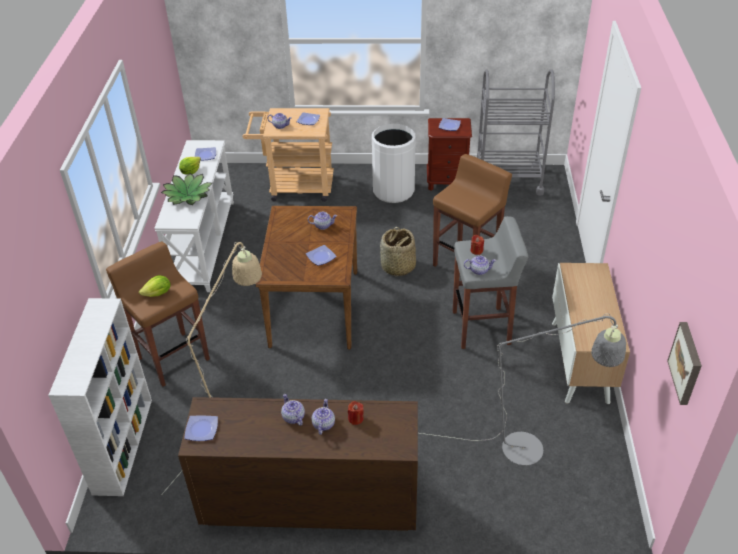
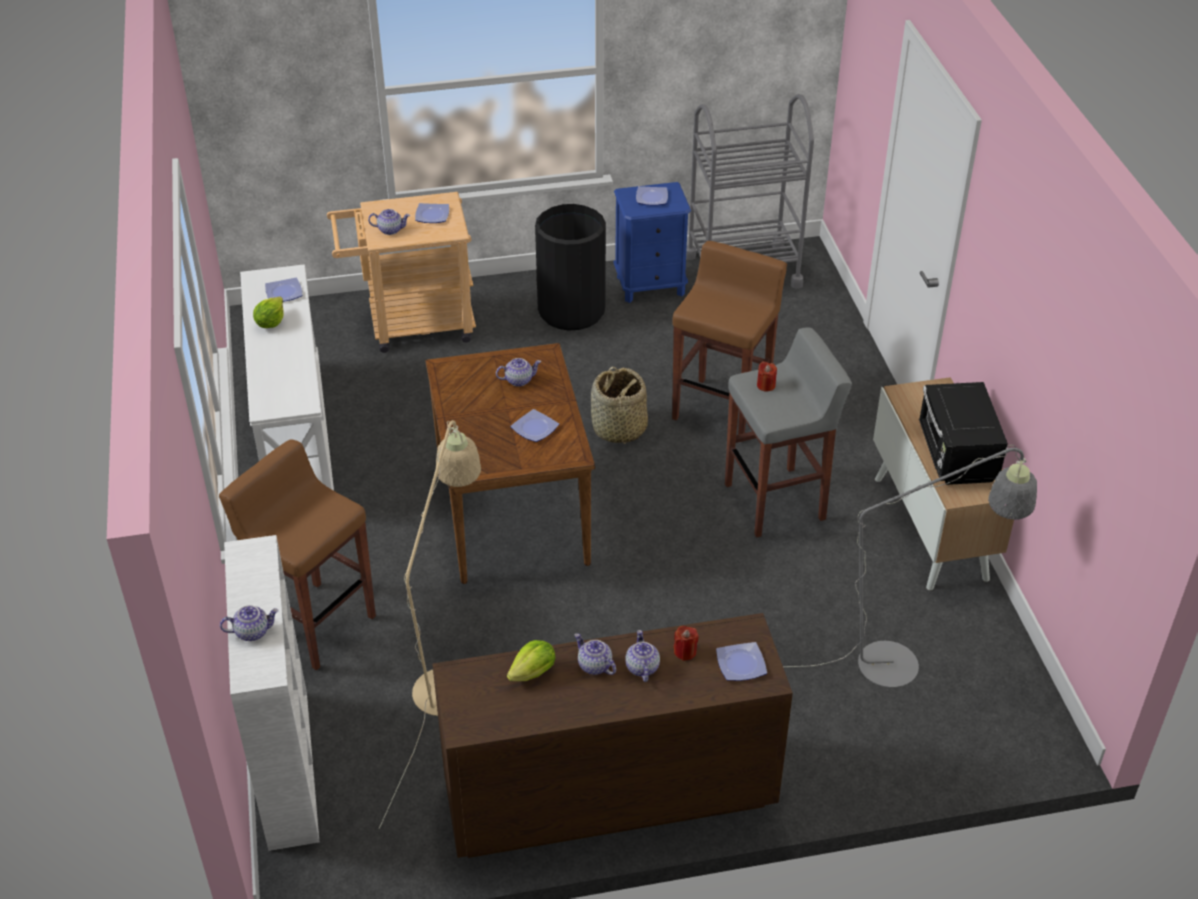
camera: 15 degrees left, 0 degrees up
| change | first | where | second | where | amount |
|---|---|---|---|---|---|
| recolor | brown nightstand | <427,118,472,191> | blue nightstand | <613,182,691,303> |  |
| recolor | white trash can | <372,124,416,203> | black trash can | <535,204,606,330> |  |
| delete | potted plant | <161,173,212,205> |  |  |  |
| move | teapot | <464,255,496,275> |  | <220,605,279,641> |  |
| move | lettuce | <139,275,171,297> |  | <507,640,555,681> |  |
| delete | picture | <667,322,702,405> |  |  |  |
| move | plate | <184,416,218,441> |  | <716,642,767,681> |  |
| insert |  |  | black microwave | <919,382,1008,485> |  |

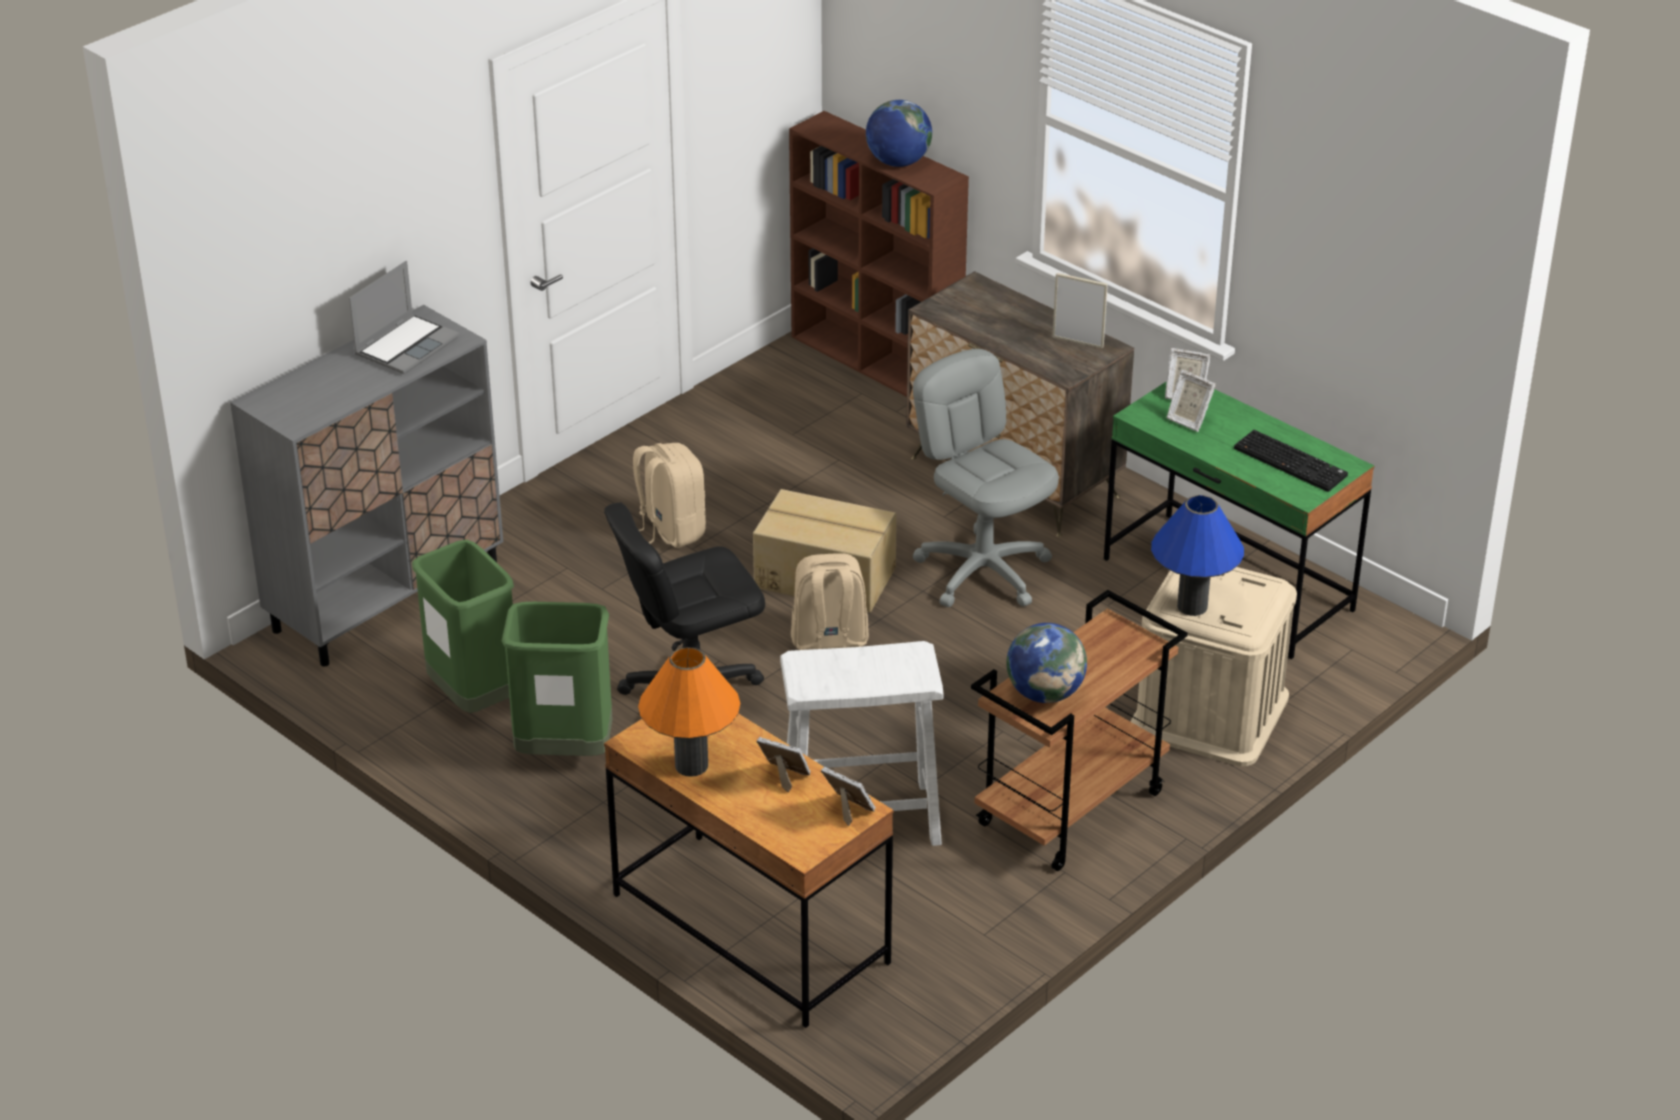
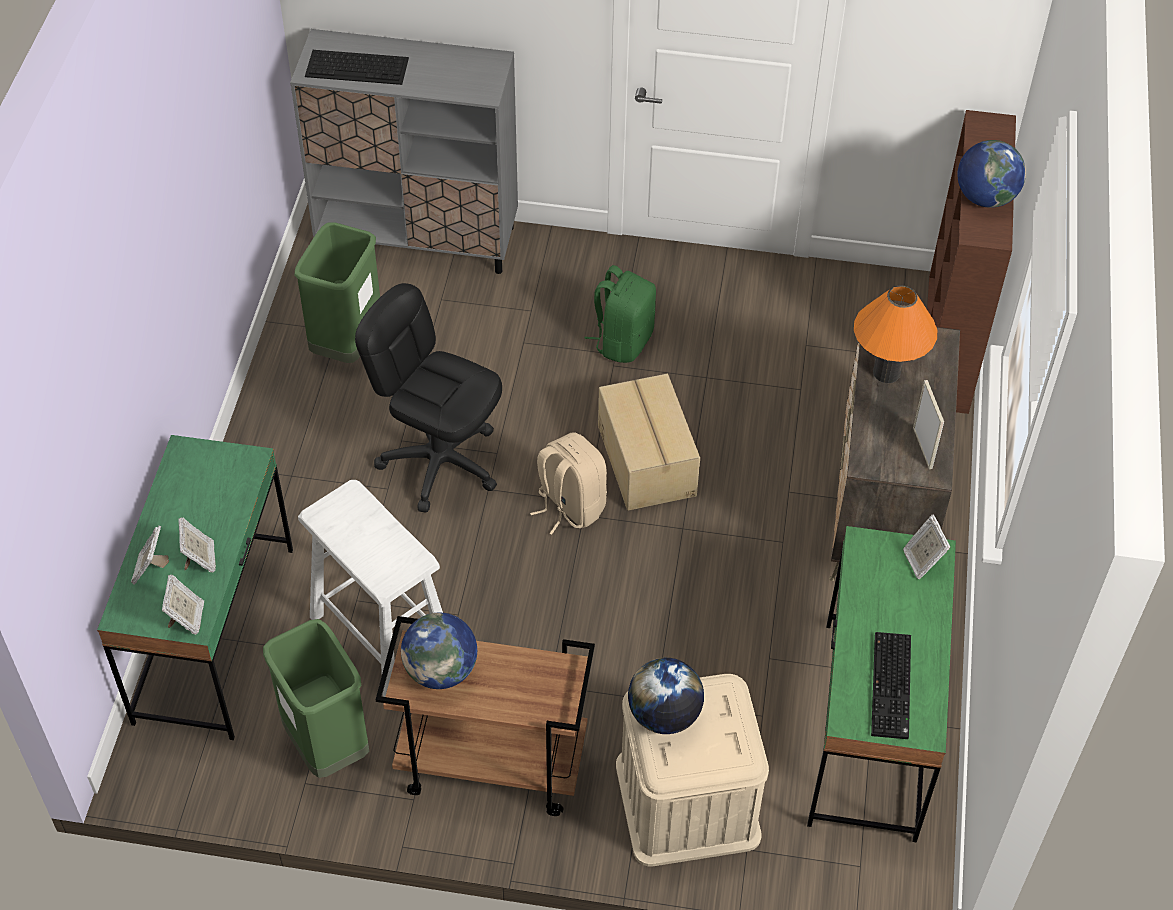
camera: 55 degrees right, 15 degrees up
| change | first | where | second | where | amount |
|---|---|---|---|---|---|
| delete | laptop | <349,261,459,374> |  |  |  |
| delete | grey office chair | <913,349,1059,607> |  |  |  |
| move | picture frame | <1166,370,1216,432> |  | <131,526,169,584> |  |
| recolor | beige backpack | <633,443,706,548> | green backpack | <584,265,656,363> |  |
| replace | blue table lamp | <1151,495,1244,616> | globe | <628,658,704,734> |  |
| move | green trash can | <502,602,613,756> |  | <263,619,369,778> |  |
| move | orange table lamp | <638,647,740,777> |  | <854,285,937,383> |  |
| recolor | brown desk | <604,713,893,1028> | green desk | <97,435,293,740> |  |
| insert |  |  | keyboard | <305,50,409,85> |  |

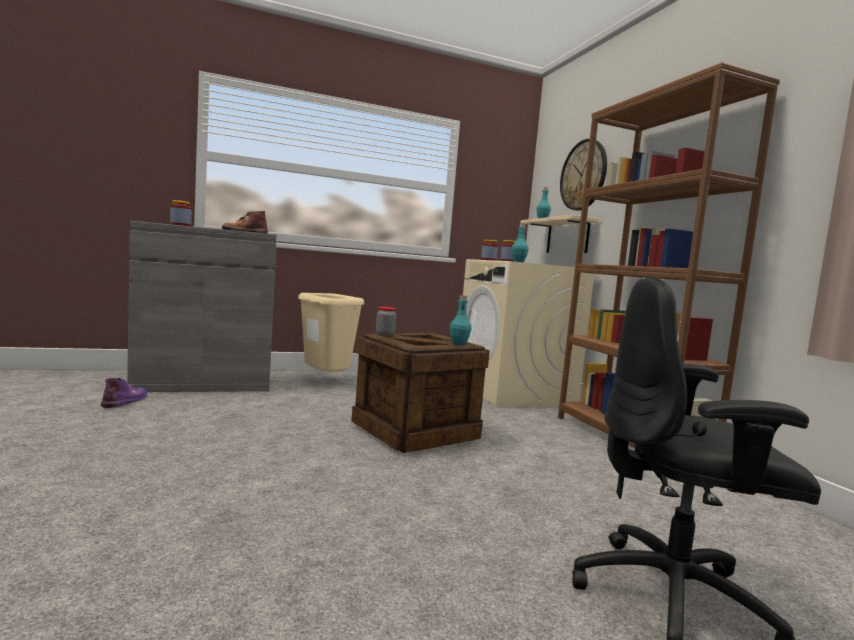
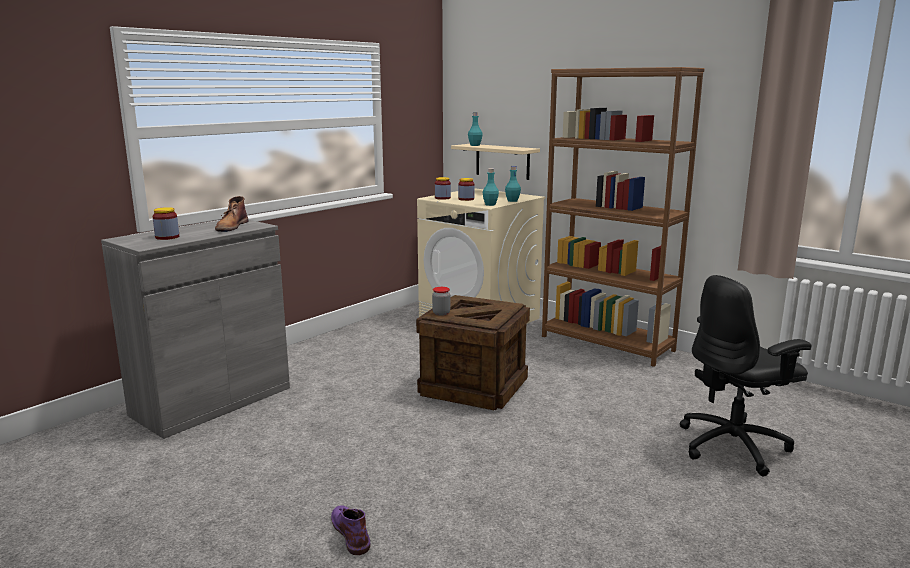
camera: 30 degrees left, 10 degrees up
| change | first | where | second | where | amount |
|---|---|---|---|---|---|
| delete | wall clock | <560,139,607,211> |  |  |  |
| delete | beige trash can | <298,293,364,372> |  |  |  |
| move | turquoise bottle | <450,295,472,345> |  | <505,166,521,202> |  |
| move | purple boot | <101,378,147,408> |  | <331,505,371,555> |  |

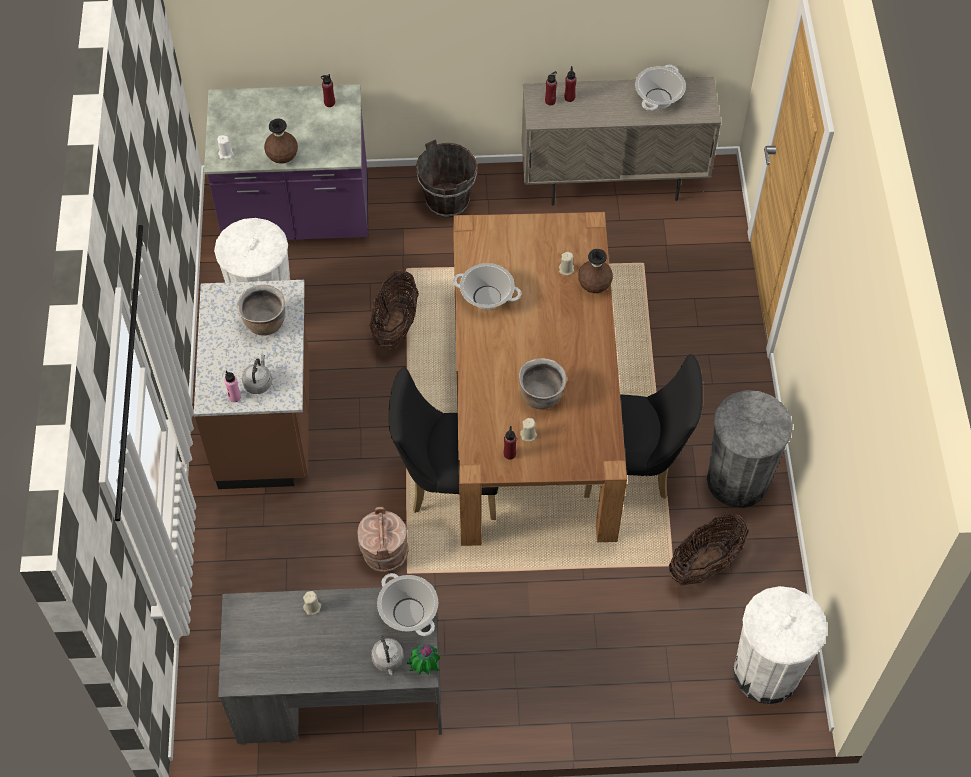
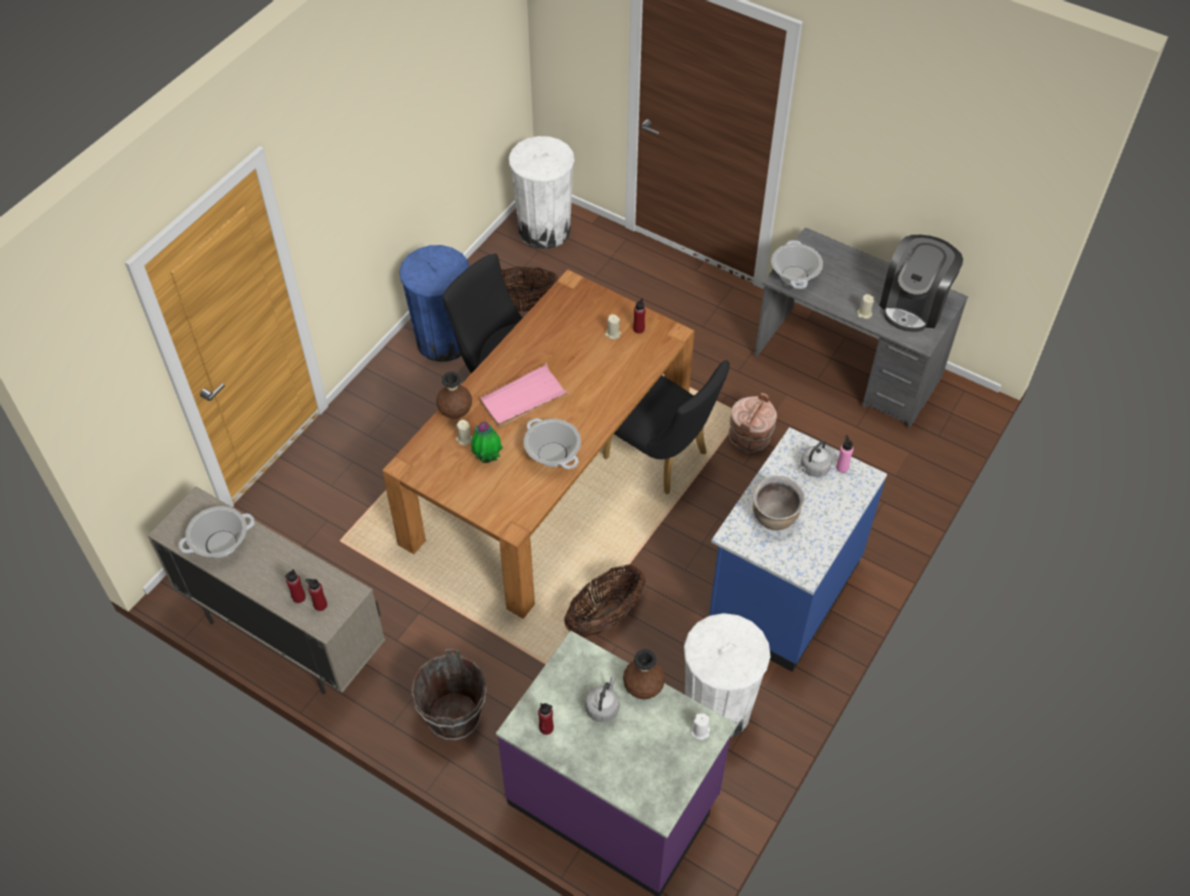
camera: 145 degrees left, 5 degrees down
| change | first | where | second | where | amount |
|---|---|---|---|---|---|
| recolor | brown counter | <194,280,309,489> | blue counter | <709,427,887,672> |  |
| delete | brown cooking pot | <519,358,567,409> |  |  |  |
| recolor | grey trash can | <707,390,793,508> | blue trash can | <399,245,469,362> |  |
| move | grey kettle | <371,636,404,676> |  | <585,677,619,722> |  |
| move | potted plant | <407,644,440,676> |  | <471,422,503,463> |  |
| insert |  |  | coffee machine | <879,235,963,332> |  |
| insert |  |  | pink tray | <480,363,569,427> |  |

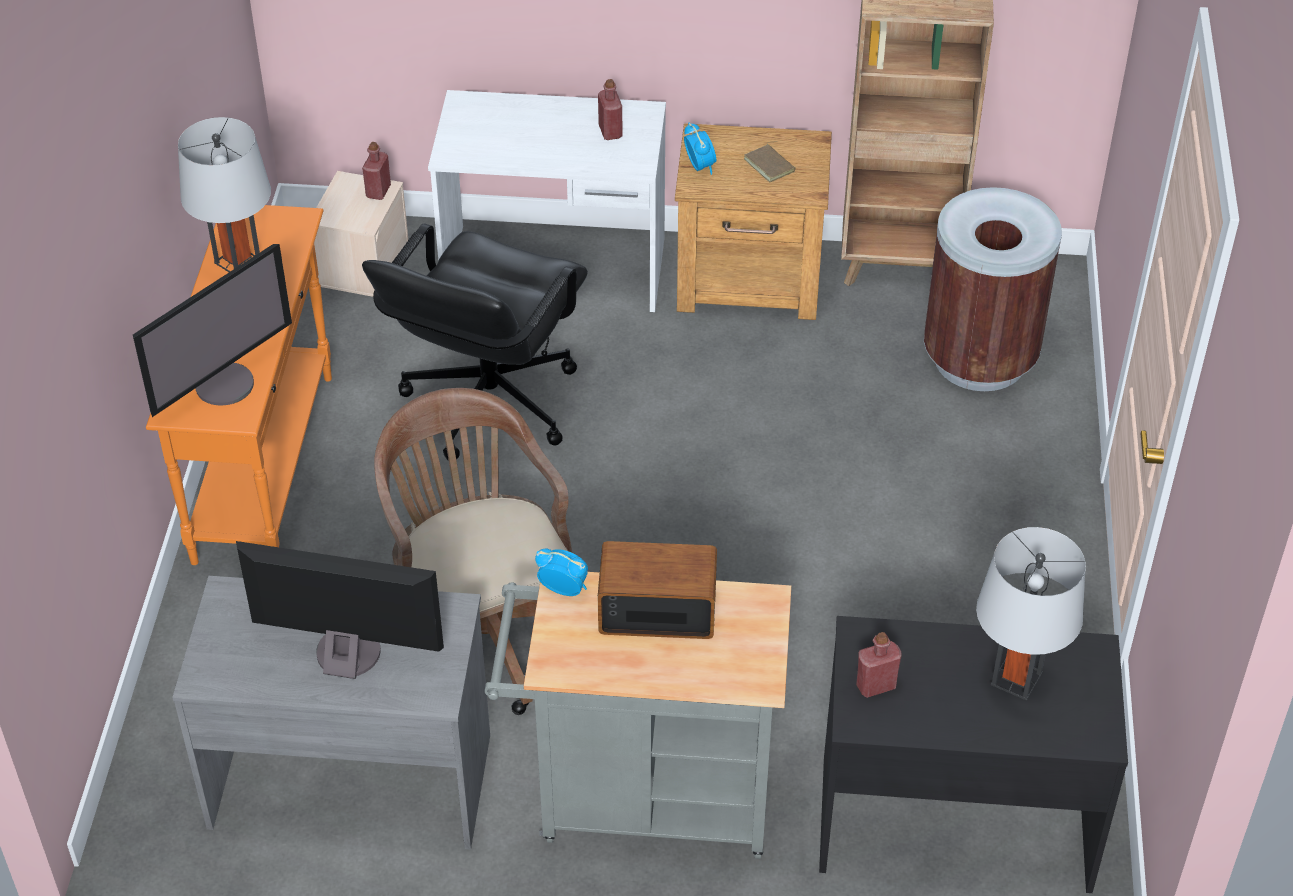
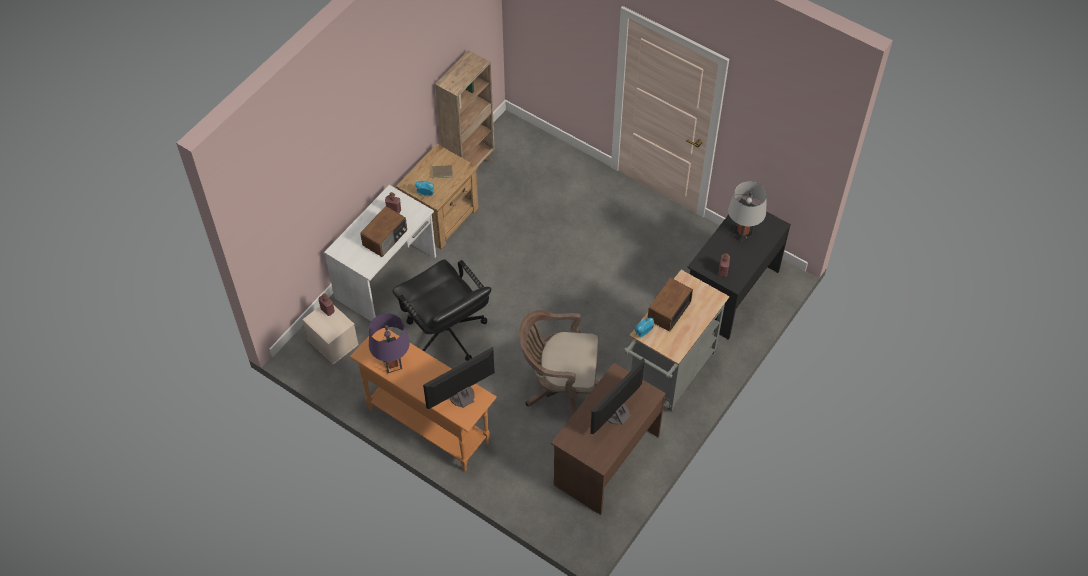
camera: 60 degrees left, 10 degrees up
| change | first | where | second | where | amount |
|---|---|---|---|---|---|
| recolor | grey table lamp | <178,117,271,272> | purple table lamp | <369,313,410,373> |  |
| delete | brown trash can | <924,187,1062,391> |  |  |  |
| rotate | monitor | <133,244,292,417> |  | <423,347,495,409> | 105 degrees counterclockwise |
| recolor | grey desk | <172,576,490,849> | brown desk | <551,363,666,515> |  |
| insert |  |  | radio | <360,206,407,257> |  |

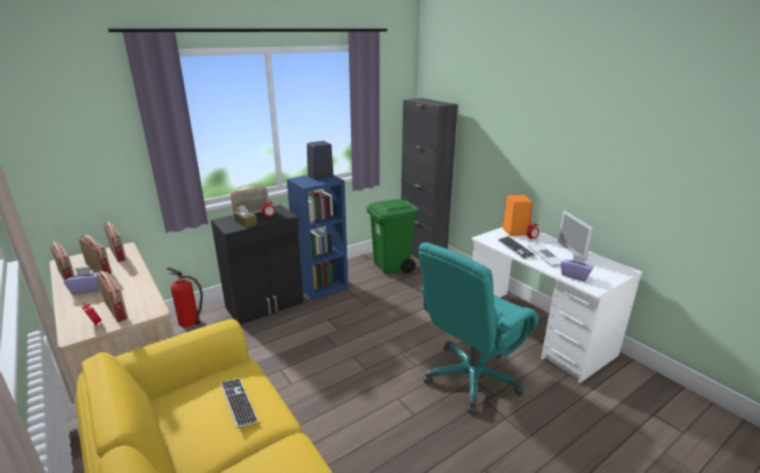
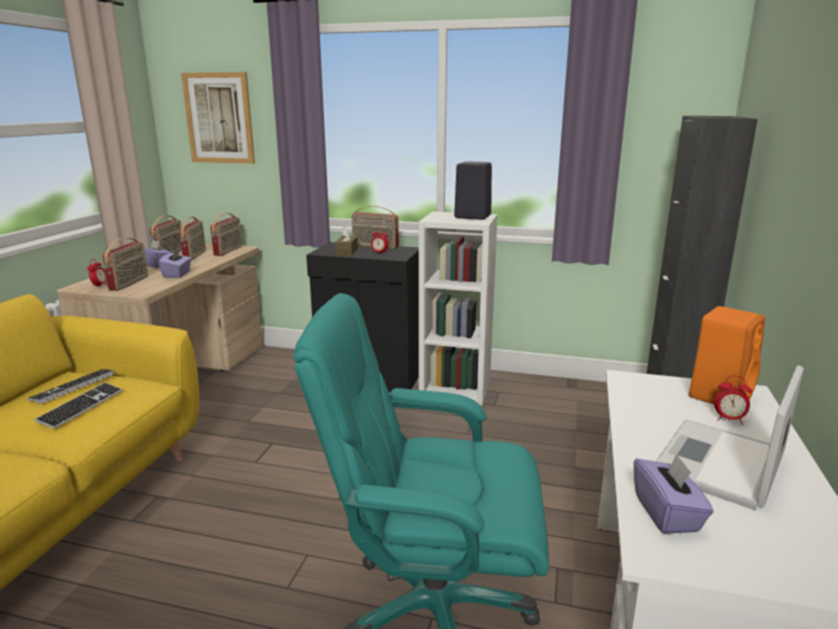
camera: 50 degrees right, 5 degrees down
| change | first | where | second | where | amount |
|---|---|---|---|---|---|
| recolor | blue bookcase | <287,175,348,301> | white bookcase | <419,211,497,405> |  |
| delete | green trash can | <367,199,419,274> |  |  |  |
| move | keyboard | <498,236,536,260> |  | <27,369,115,404> |  |
| delete | fire extinguisher | <167,267,203,327> |  |  |  |
| insert |  |  | picture | <181,72,255,164> |  |
| insert |  |  | purple tissue box | <158,248,192,278> |  |

